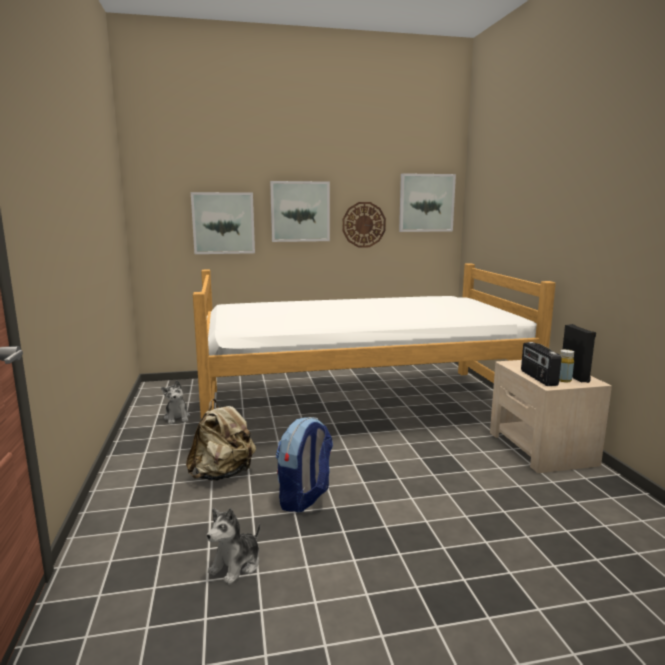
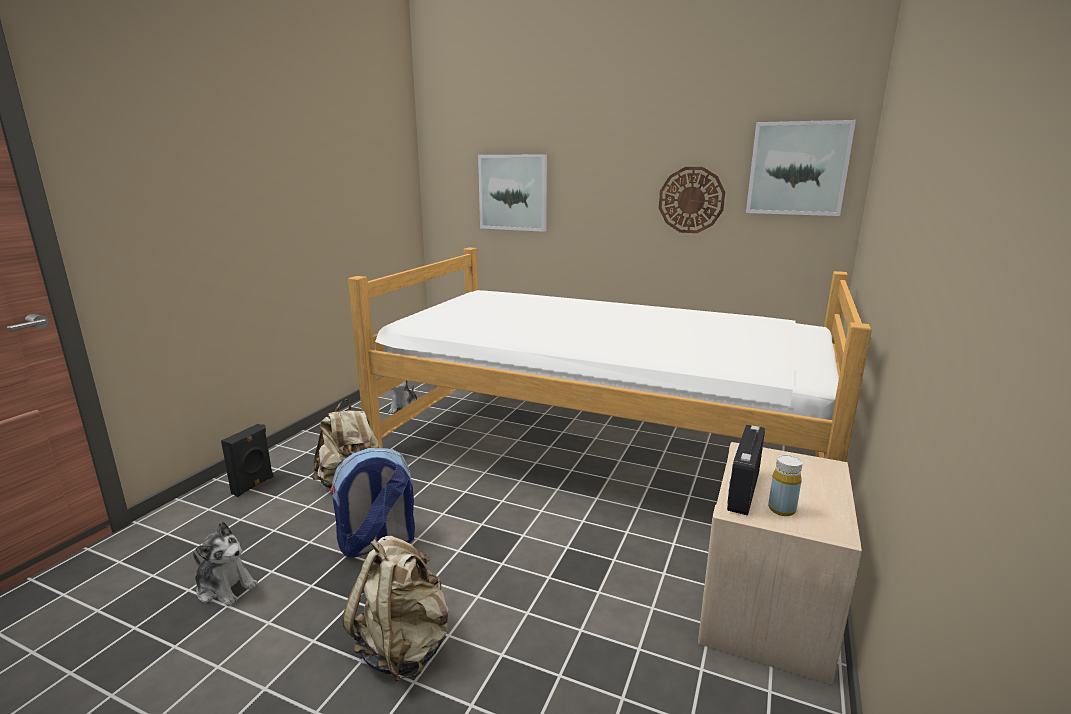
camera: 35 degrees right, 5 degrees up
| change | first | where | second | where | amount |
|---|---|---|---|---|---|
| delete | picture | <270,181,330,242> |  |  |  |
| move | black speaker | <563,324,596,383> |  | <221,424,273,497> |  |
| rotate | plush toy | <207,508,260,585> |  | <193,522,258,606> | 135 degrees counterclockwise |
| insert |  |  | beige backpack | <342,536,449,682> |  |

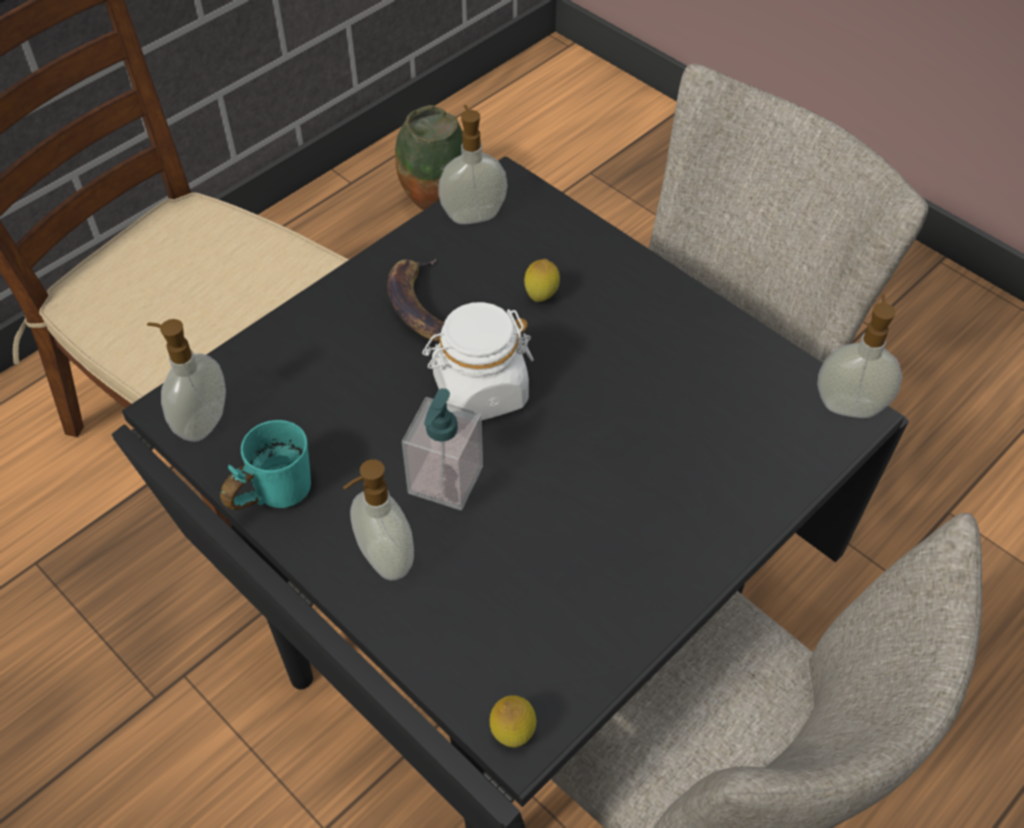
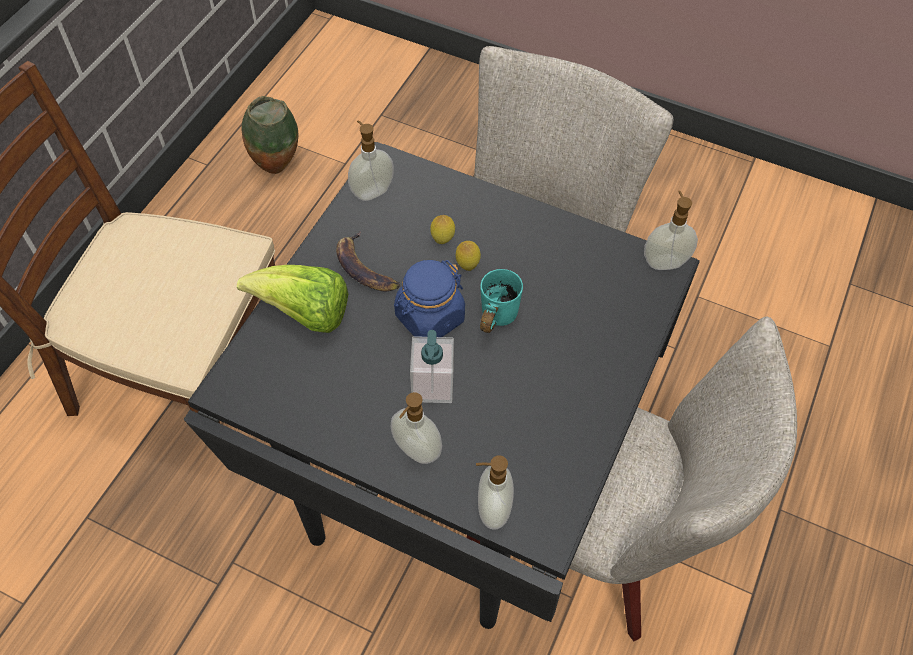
camera: 20 degrees left, 5 degrees up
| change | first | where | second | where | amount |
|---|---|---|---|---|---|
| recolor | white jar | <422,302,534,420> | blue jar | <394,260,465,337> |  |
| move | soap dispenser | <147,319,226,442> |  | <476,455,514,530> |  |
| move | turquoise mug | <220,420,311,510> |  | <480,269,523,333> |  |
| move | lemon | <490,695,536,748> |  | <456,241,481,271> |  |
| insert |  |  | lettuce | <237,265,348,333> |  |

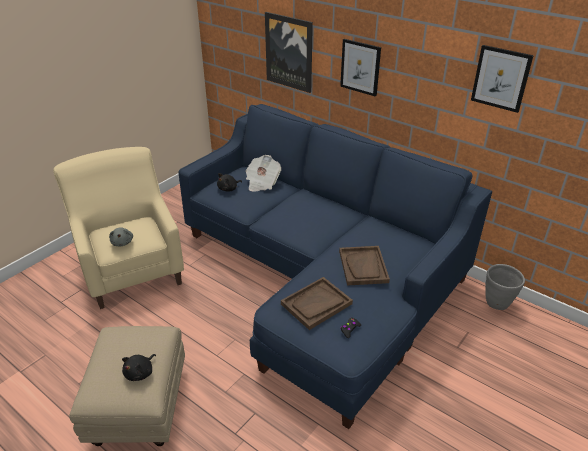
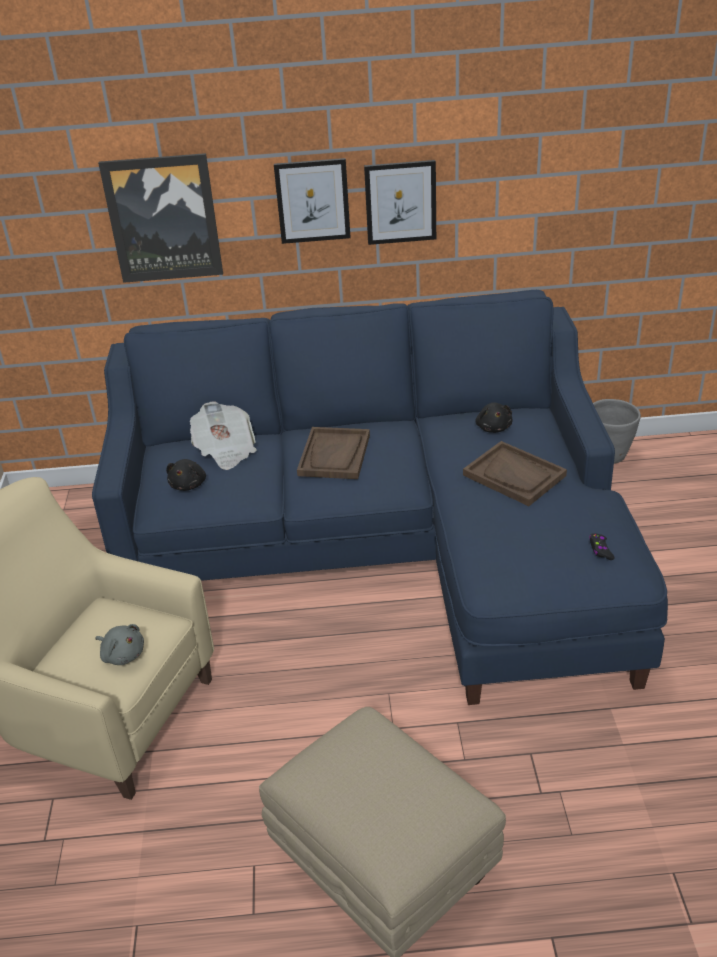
camera: 40 degrees left, 0 degrees up
| change | first | where | second | where | amount |
|---|---|---|---|---|---|
| move | picture | <471,45,534,113> |  | <364,160,436,245> |  |
| move | brown tray | <281,277,353,330> |  | <297,427,370,479> |  |
| move | black plush toy | <122,354,156,381> |  | <475,402,512,433> |  |

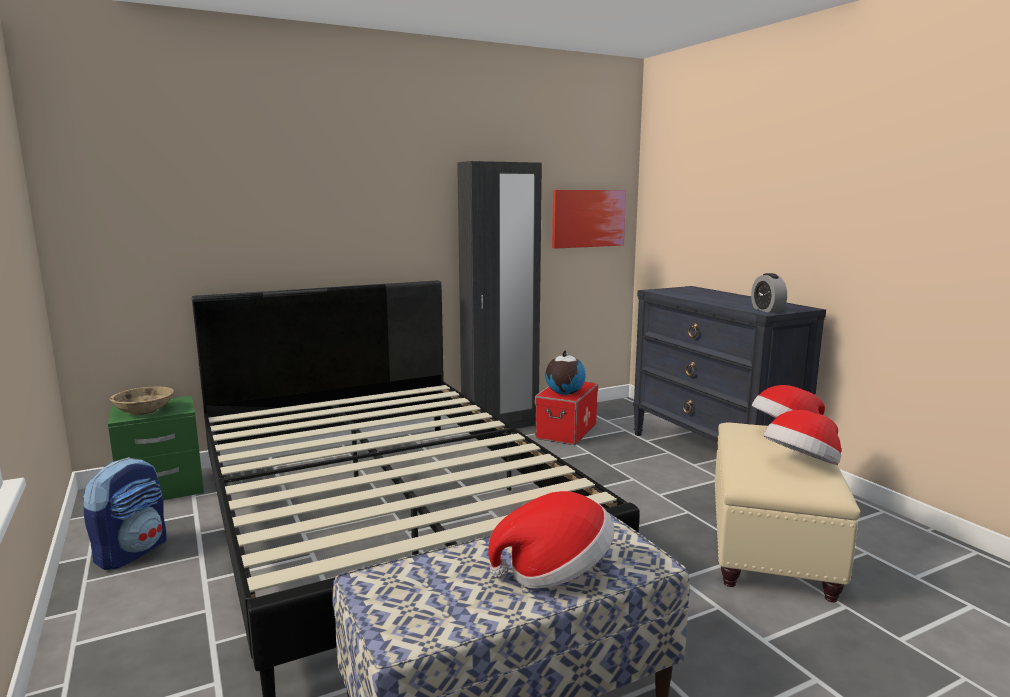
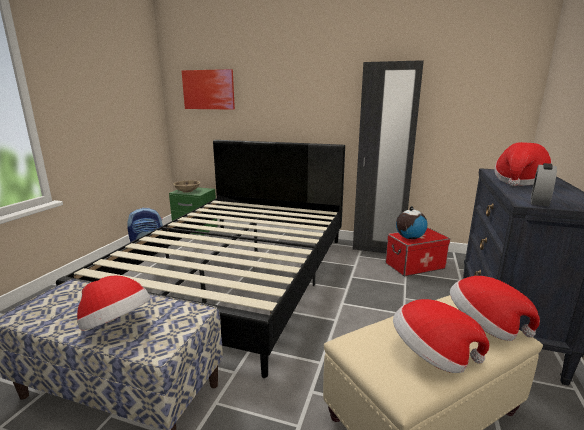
camera: 45 degrees right, 5 degrees up
| change | first | where | second | where | amount |
|---|---|---|---|---|---|
| move | picture | <552,190,626,249> |  | <181,69,235,110> |  |
| insert |  |  | hat | <495,142,552,186> |  |

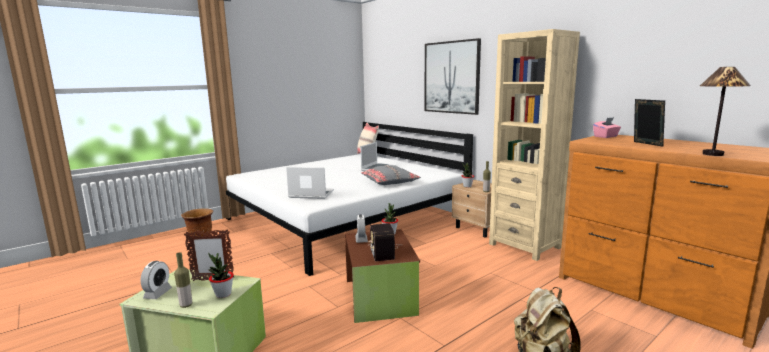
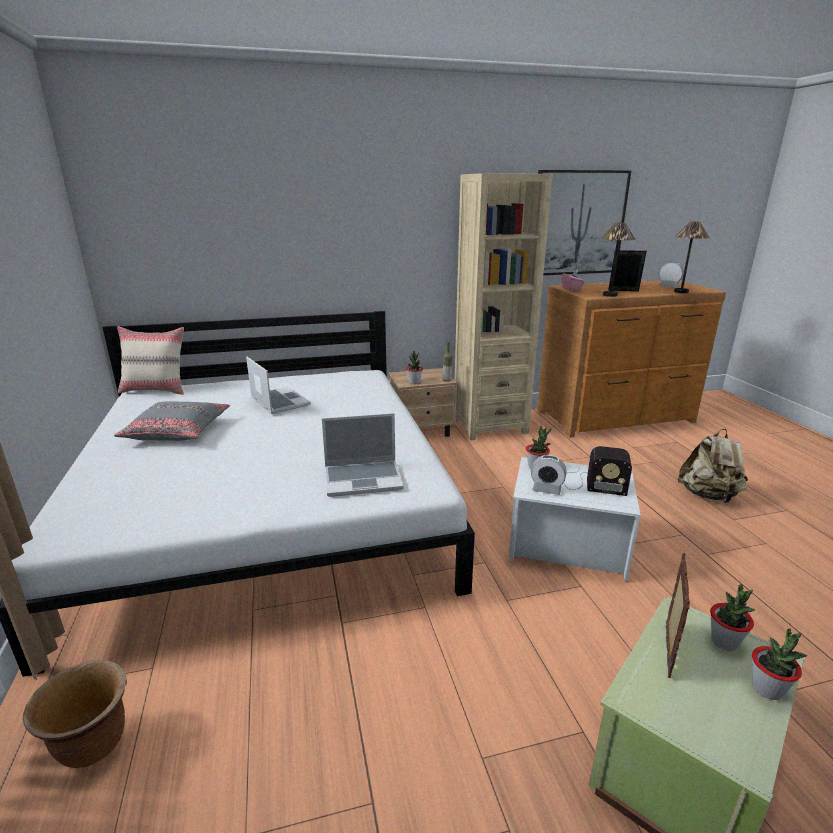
camera: 65 degrees left, 10 degrees up
| change | first | where | second | where | amount |
|---|---|---|---|---|---|
| move | picture | <424,38,481,115> |  | <538,170,631,275> |  |
| move | grey pillow | <361,165,421,185> |  | <114,402,230,441> |  |
| rotate | laptop | <286,167,334,199> |  | <322,413,403,497> | 135 degrees counterclockwise |
| recolor | brown storage box | <345,229,420,323> | white storage box | <509,457,641,582> |  |
| replace | bottle | <174,252,192,308> | potted plant | <752,629,807,700> |  |
| move | alarm clock | <141,261,172,299> |  | <659,262,684,288> |  |
| insert |  |  | table lamp | <601,223,635,297> |  |

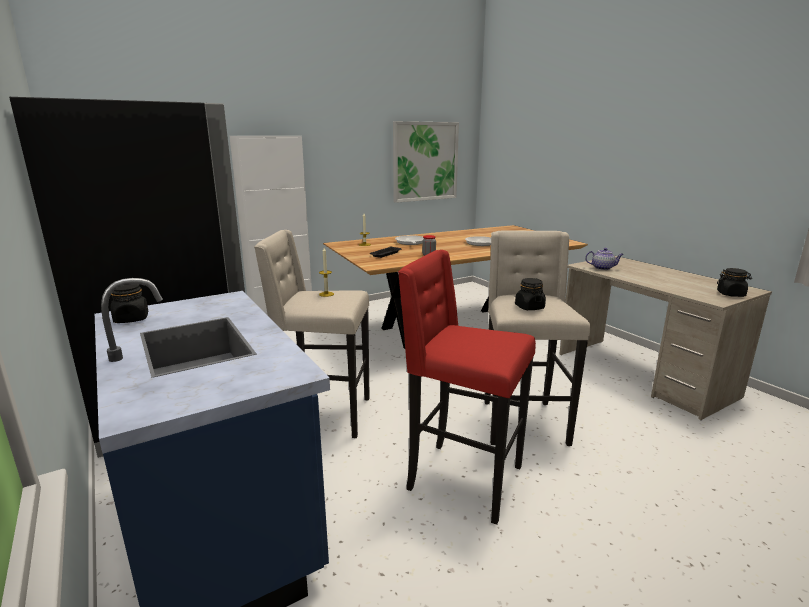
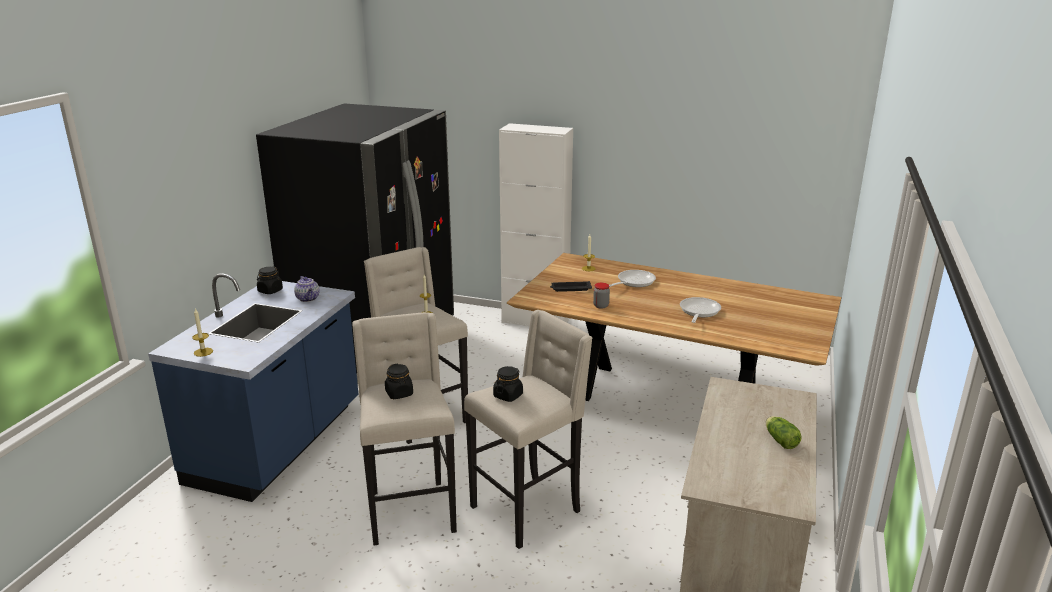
camera: 50 degrees right, 5 degrees up
| change | first | where | second | where | amount |
|---|---|---|---|---|---|
| delete | picture | <393,121,459,203> |  |  |  |
| move | teapot | <585,248,624,270> |  | <294,276,320,302> |  |
| recolor | red stool | <398,250,536,525> | beige stool | <353,312,457,546> |  |
| move | black jar | <717,268,752,297> |  | <385,364,413,399> |  |
| insert |  |  | candle | <192,308,213,357> |  |
| insert |  |  | lettuce | <766,416,802,449> |  |

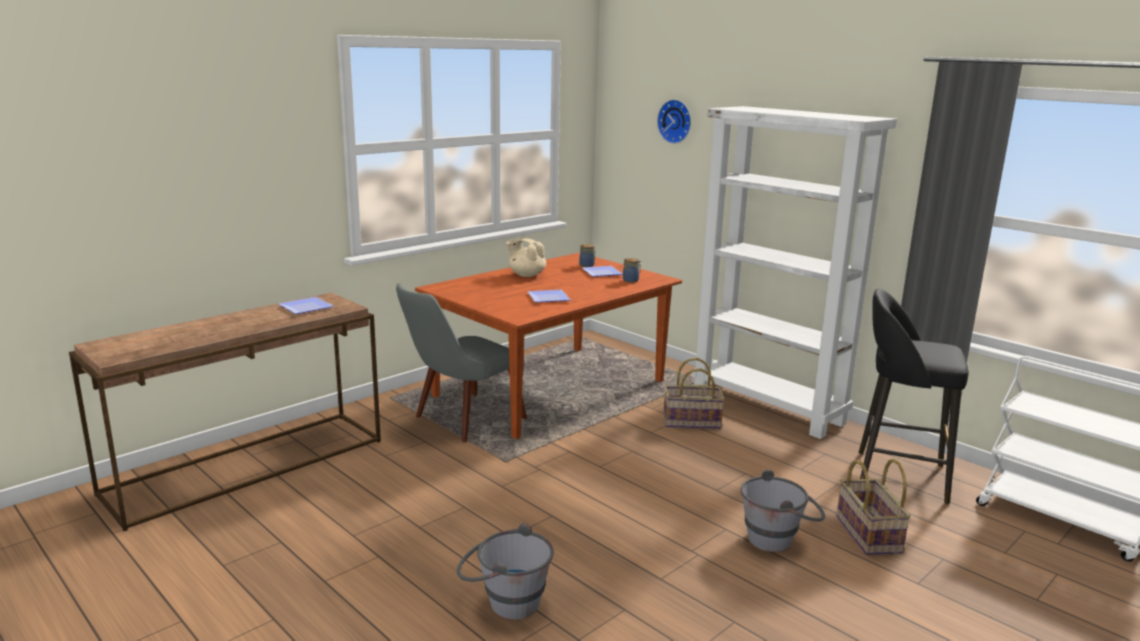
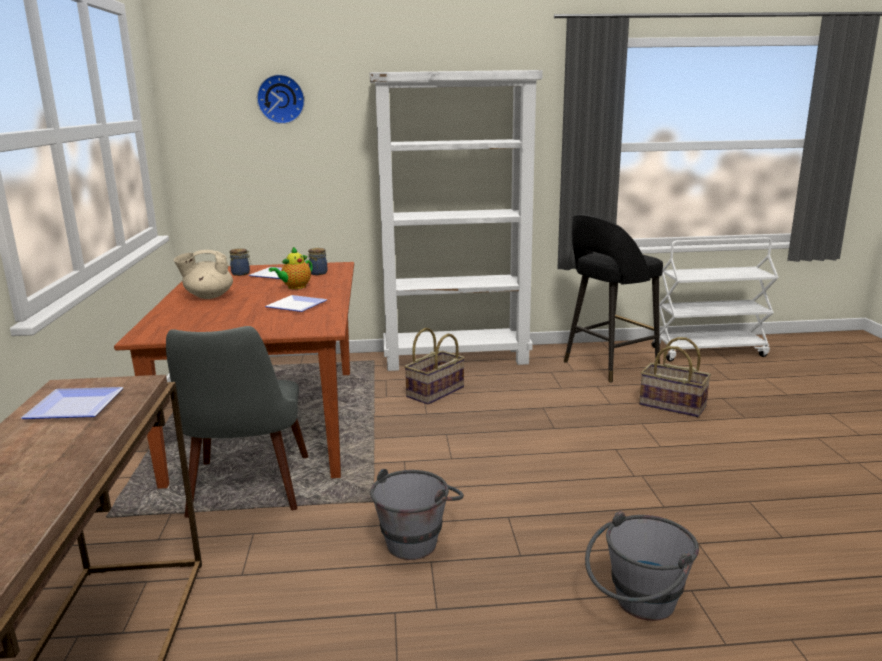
camera: 50 degrees left, 0 degrees up
| change | first | where | second | where | amount |
|---|---|---|---|---|---|
| move | grey bucket | <740,470,825,552> |  | <370,469,464,560> |  |
| insert |  |  | teapot | <269,247,313,289> |  |

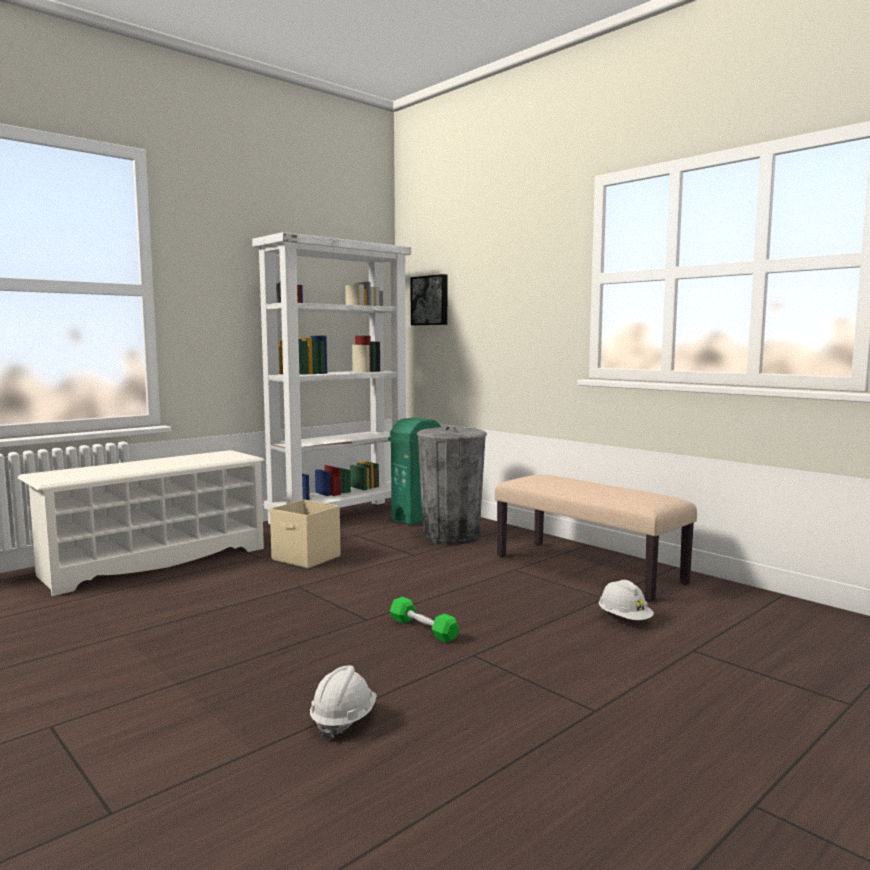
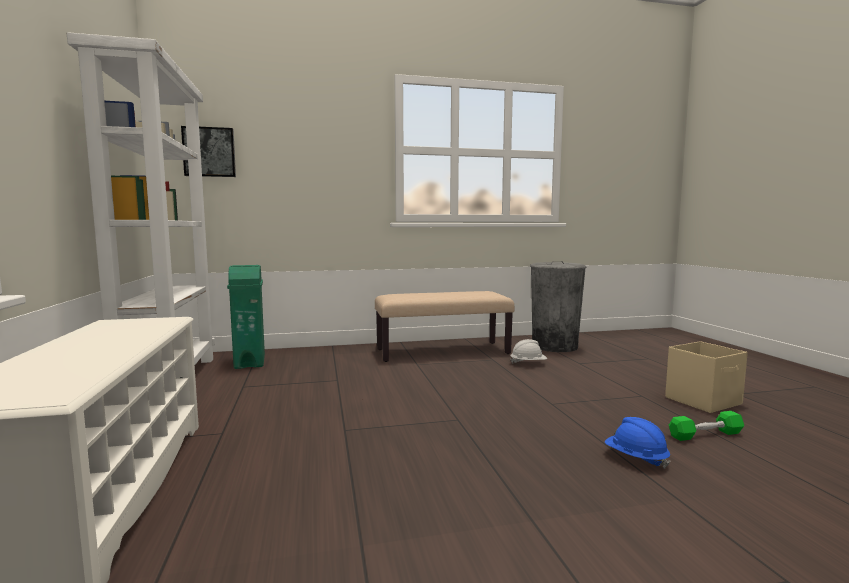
camera: 60 degrees left, 0 degrees up
| change | first | where | second | where | amount |
|---|---|---|---|---|---|
| move | grey trash can | <417,426,487,545> |  | <530,261,587,352> |  |
| move | beige storage box | <270,499,341,568> |  | <665,341,748,413> |  |
| move | green dumbbell | <390,597,459,643> |  | <669,411,744,441> |  |
| recolor | white hard hat | <310,665,377,740> | blue hard hat | <605,417,671,469> |  |

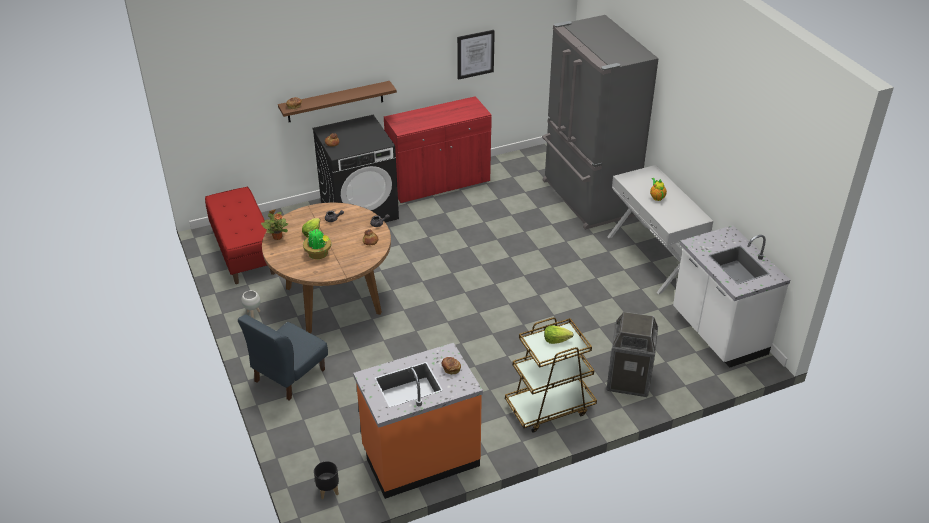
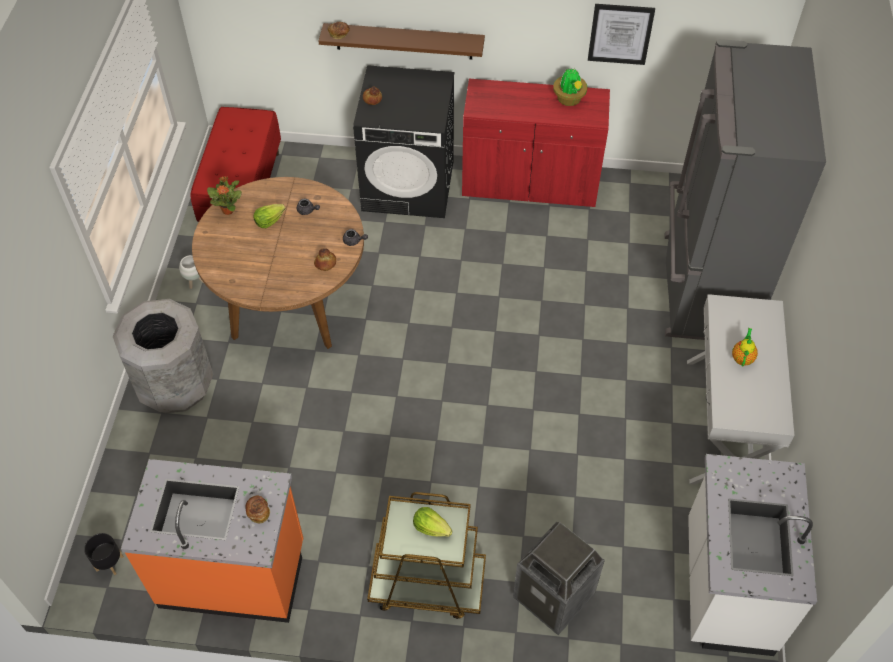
camera: 30 degrees right, 15 degrees up
| change | first | where | second | where | amount |
|---|---|---|---|---|---|
| move | potted plant | <303,229,331,259> |  | <553,68,587,106> |  |
| replace | blue chair | <238,314,328,401> | grey trash can | <112,299,213,414> |  |

